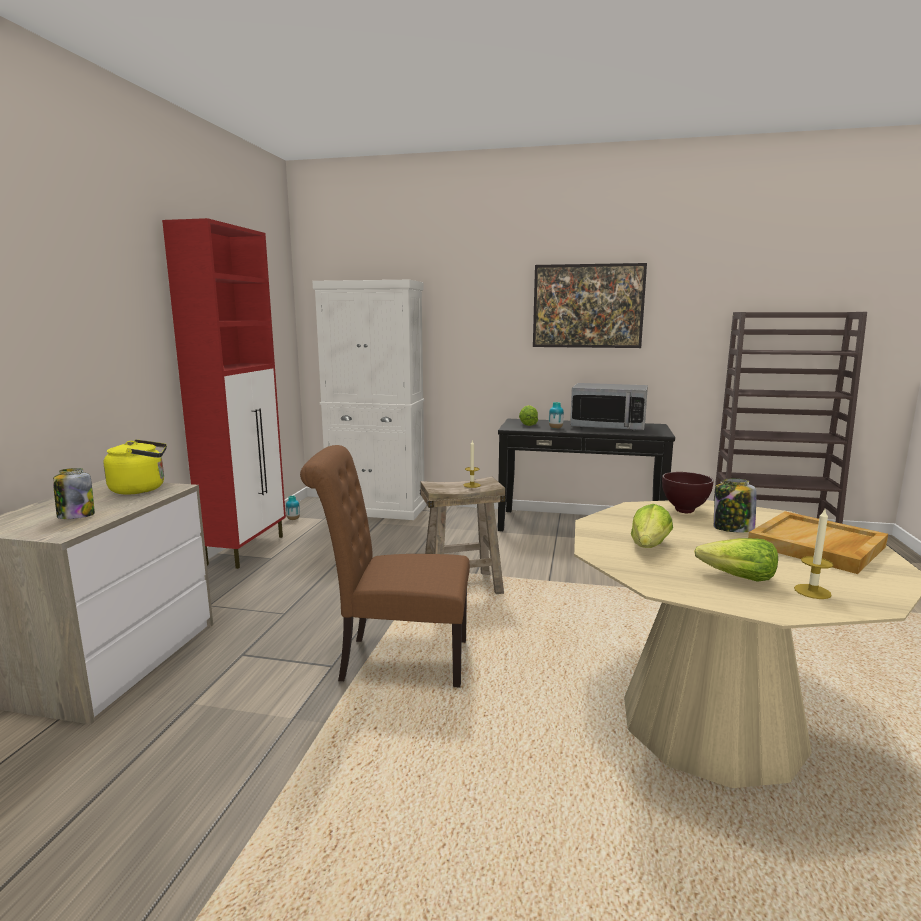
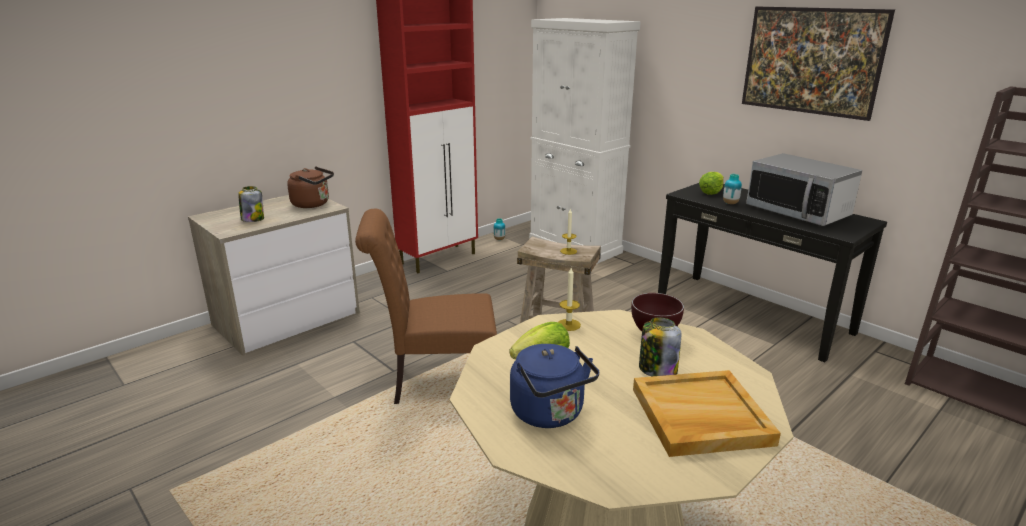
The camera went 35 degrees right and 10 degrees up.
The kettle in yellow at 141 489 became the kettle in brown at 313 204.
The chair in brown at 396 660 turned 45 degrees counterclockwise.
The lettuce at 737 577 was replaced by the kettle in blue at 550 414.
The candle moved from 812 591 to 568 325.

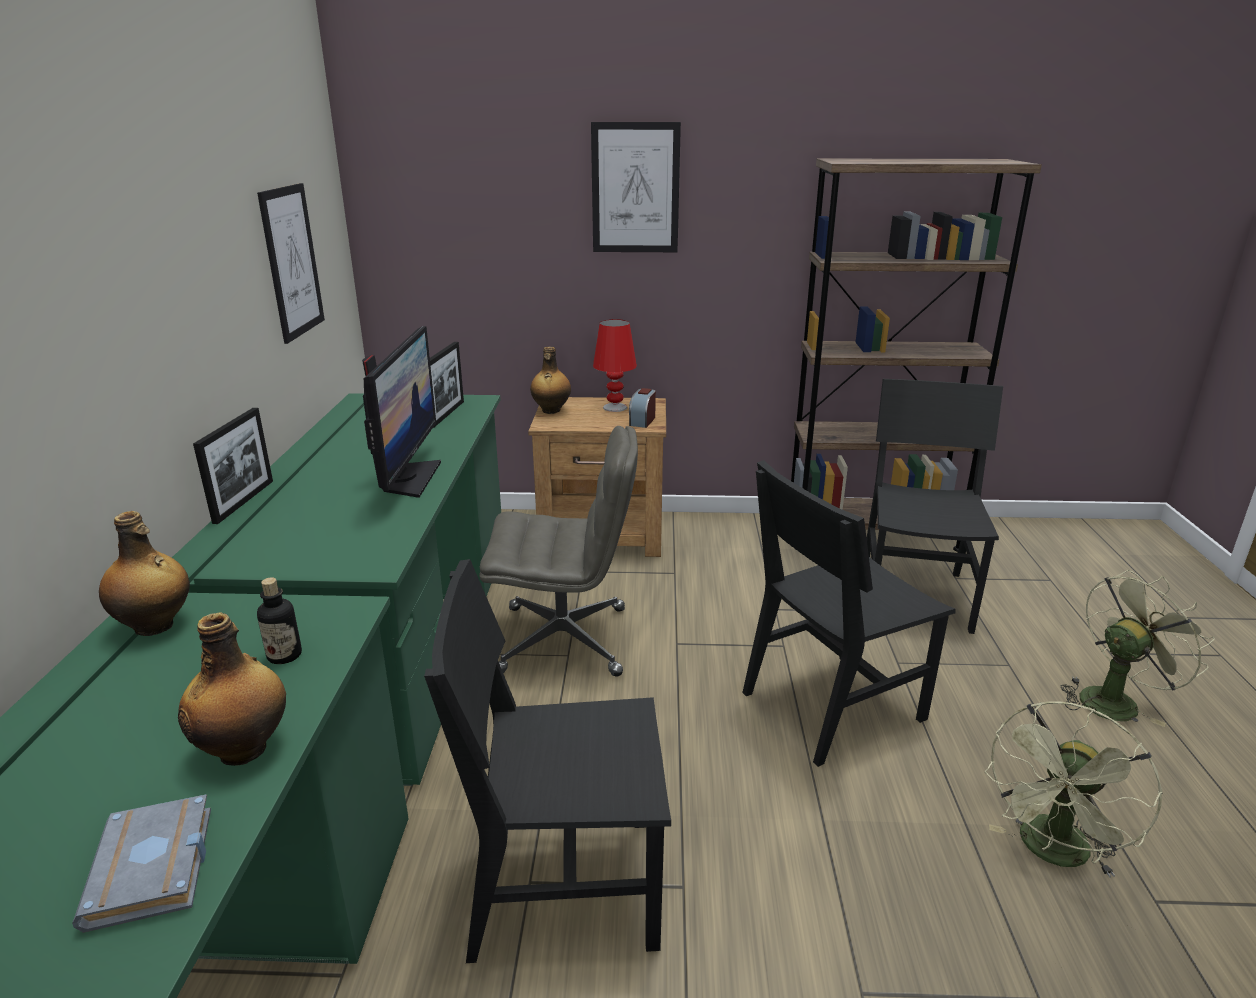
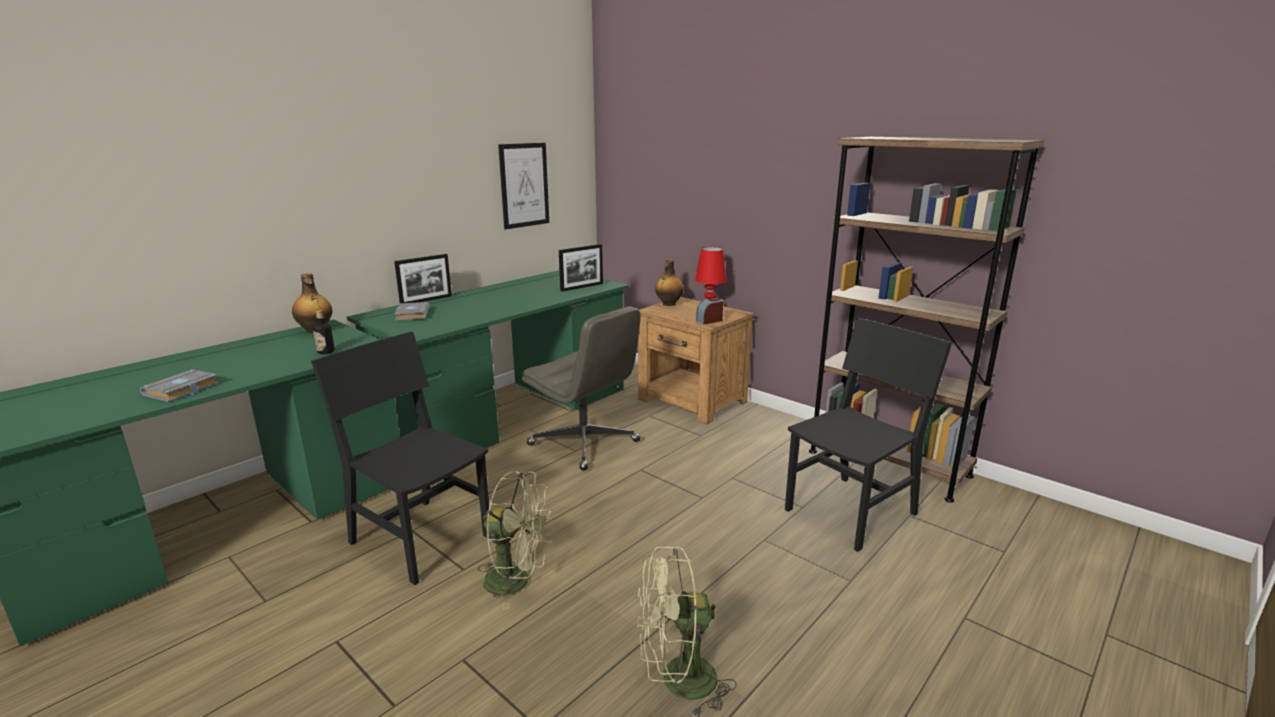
The camera went 40 degrees right and 5 degrees down.
The book in grey at 411 314 appeared.
The fan in green moved from 1114 699 to 517 581.
The bottle at 245 749 disappeared.
The monitor at 408 478 disappeared.
The picture at 635 188 disappeared.
The chair in black at 832 705 disappeared.

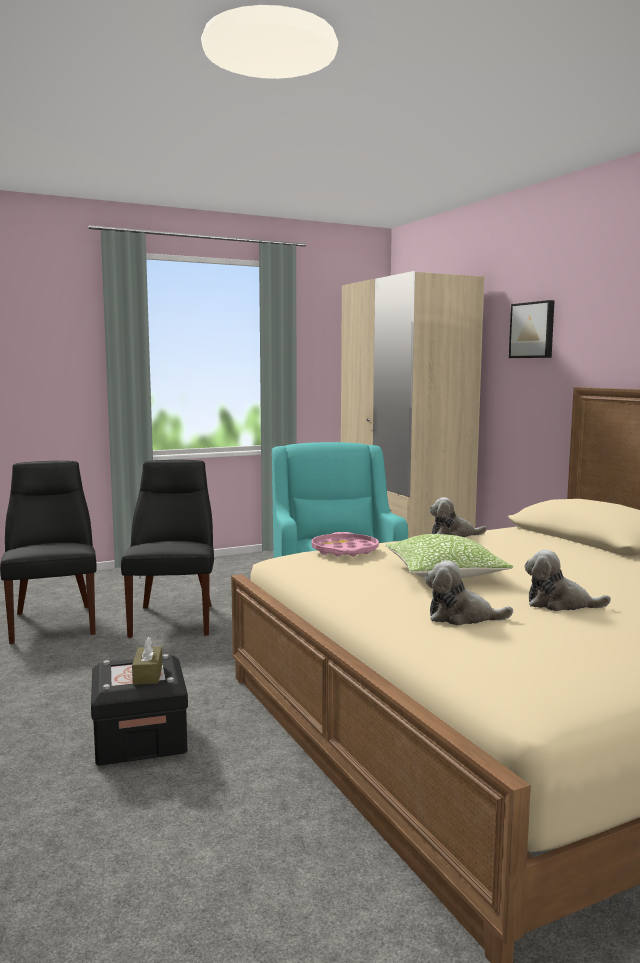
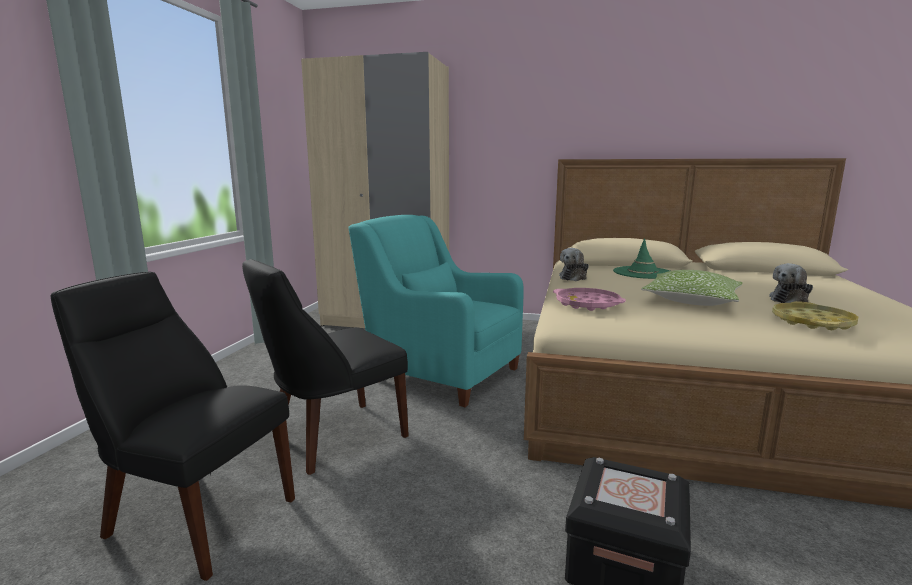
The camera went 50 degrees left and 5 degrees up.
The chair in black at 174 618 turned 75 degrees counterclockwise.
The hat in green at 643 273 appeared.
The plush toy at 461 617 was replaced by the tray in yellow at 812 322.
The tissue box in brown at 148 674 disappeared.
The picture at 533 330 disappeared.

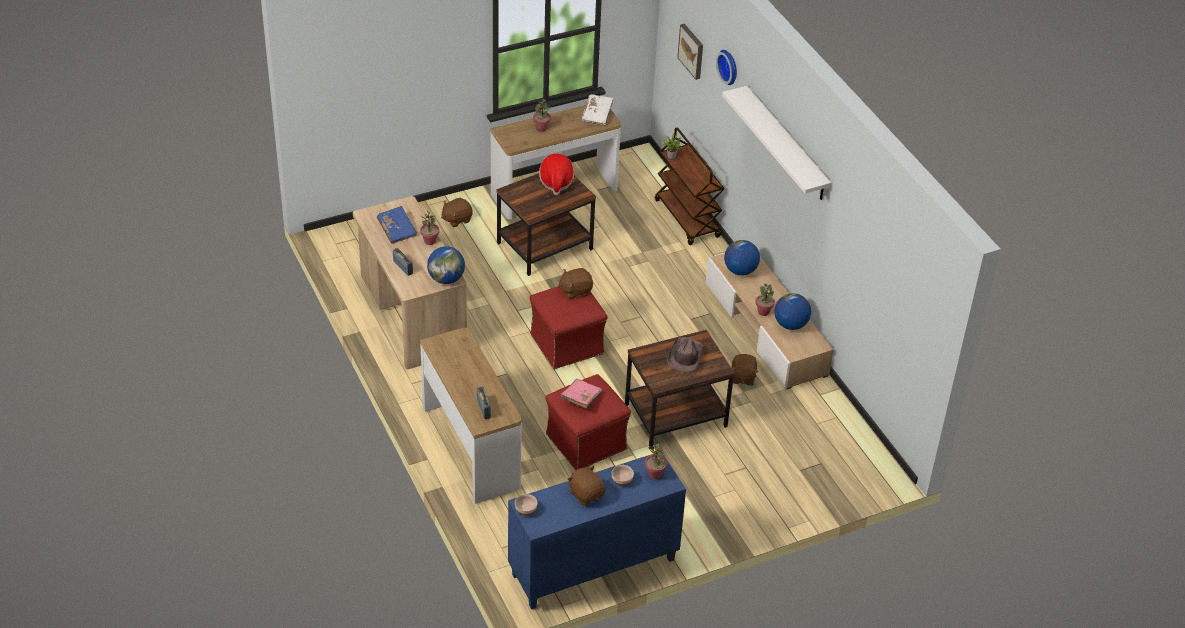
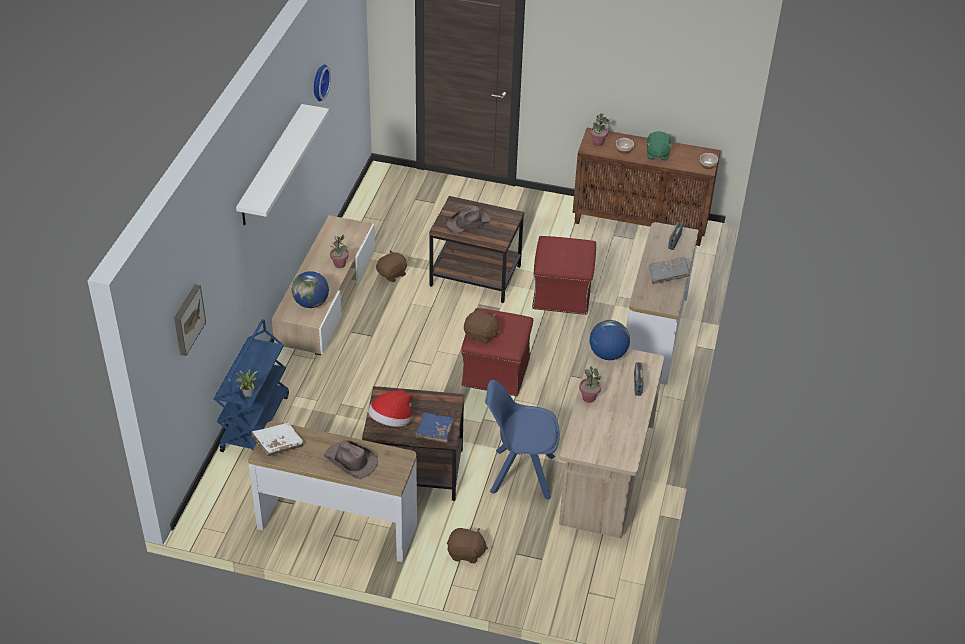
The camera went 140 degrees left and 0 degrees up.
The cart in brown at 687 219 became the cart in blue at 255 422.
The wall clock moved from 729 66 to 318 82.
The potted plant at 541 128 was replaced by the hat in brown at 351 461.
The book in blue moved from 397 230 to 434 433.
The chair in blue at 520 473 appeared.
The cabinet in blue at 593 568 became the cabinet in brown at 641 222.
The plush toy in brown at 586 494 became the plush toy in green at 657 154.
The book in grey at 668 276 appeared.
The book in pink at 581 398 disappeared.
The globe at 790 324 disappeared.

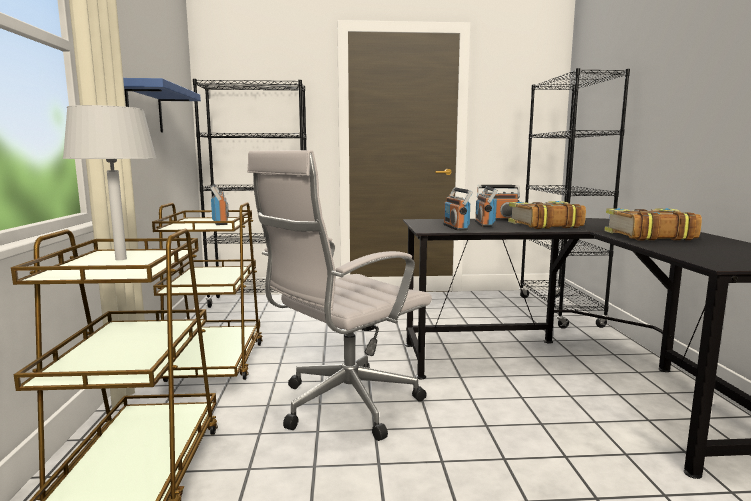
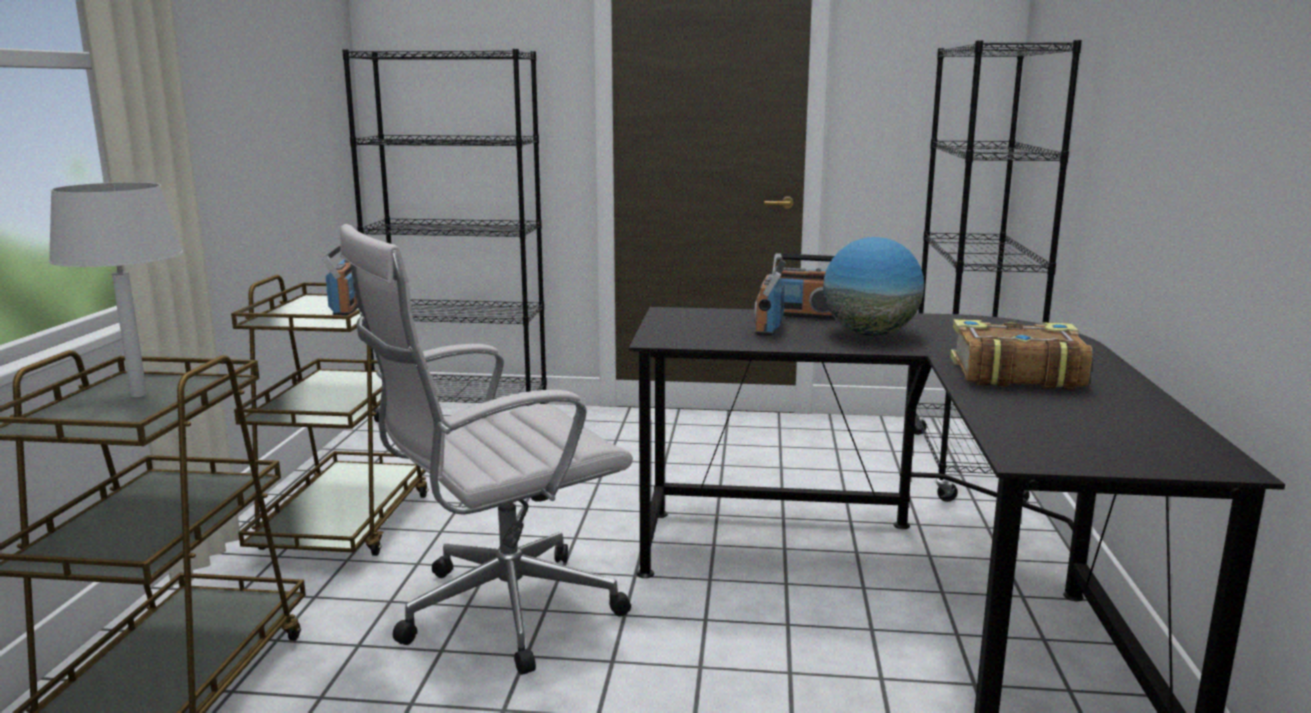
The camera went 10 degrees right and 5 degrees up.
The book at 544 225 was replaced by the globe at 869 334.
The shelf in blue at 144 108 disappeared.
The radio at 455 227 disappeared.

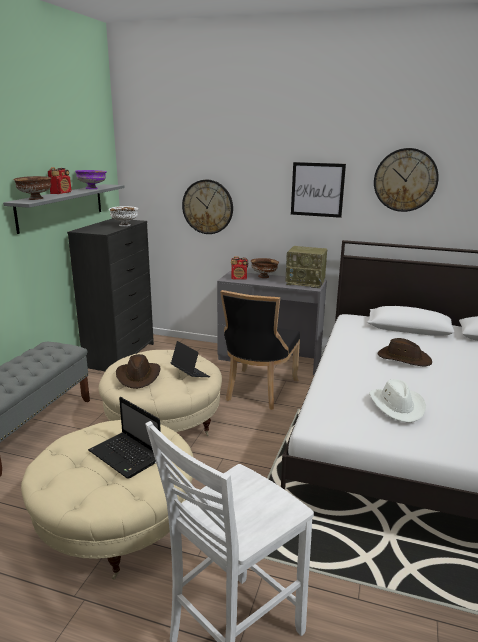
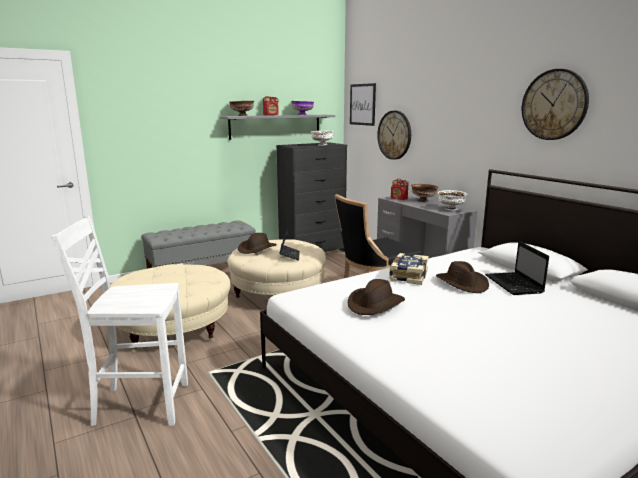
The camera went 40 degrees right and 5 degrees down.
The hat in white at 397 406 became the hat in brown at 375 304.
The picture moved from 317 189 to 362 104.
The book at 407 276 appeared.
The radio at 306 282 was replaced by the bowl in white at 451 209.
The laptop moved from 127 456 to 514 285.

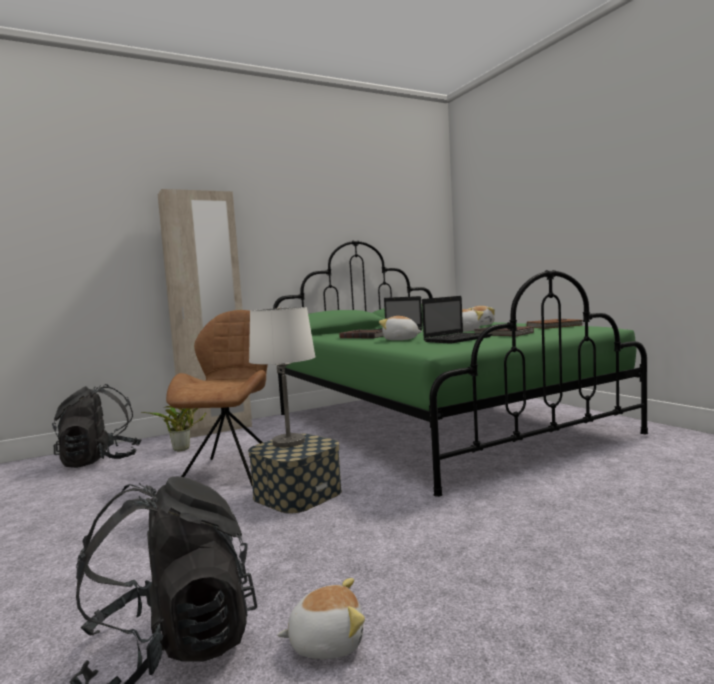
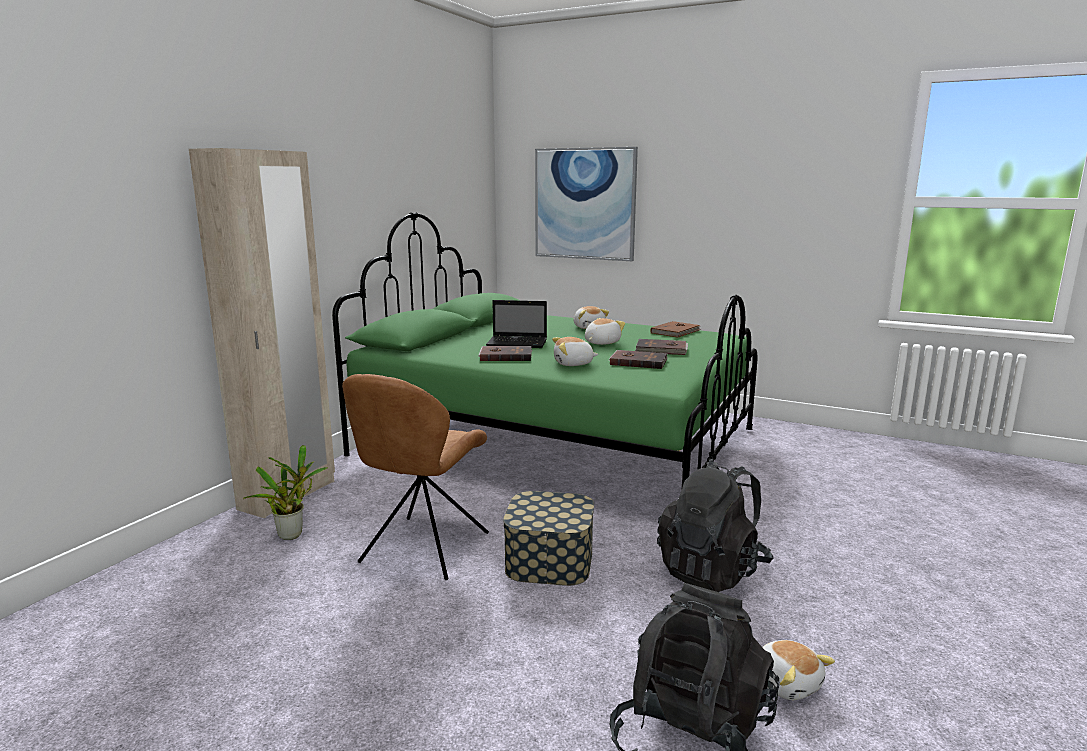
The camera went 35 degrees left and 10 degrees up.
The chair in brown at 232 470 turned 135 degrees counterclockwise.
The picture at 584 204 appeared.
The laptop at 458 339 was replaced by the book in brown at 638 362.
The backpack in black moved from 100 461 to 712 571.
The plush toy at 326 642 turned 105 degrees clockwise.
The table lamp in white at 289 442 disappeared.

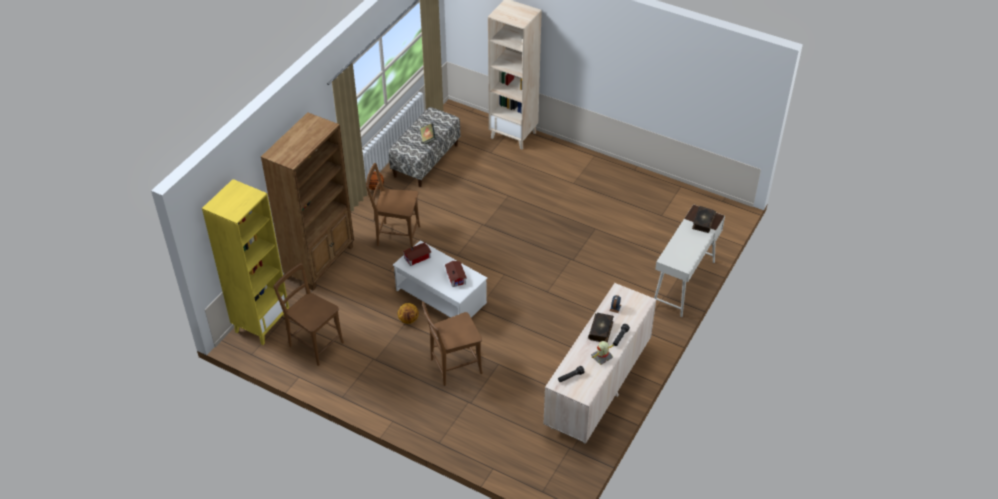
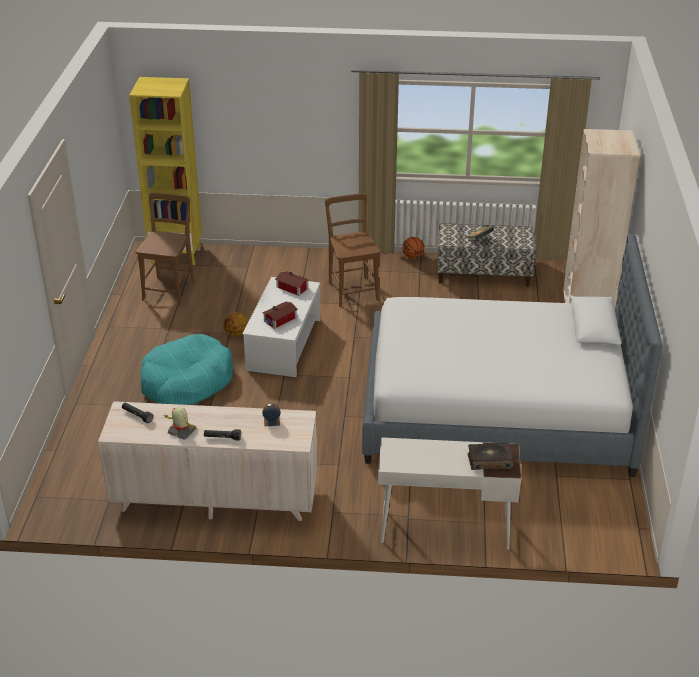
The camera went 65 degrees right and 10 degrees down.
The chair in brown at 453 367 was replaced by the dog bed in turquoise at 186 382.
The bed at 496 410 appeared.
The bookcase in brown at 320 262 disappeared.
The book at 601 330 disappeared.

